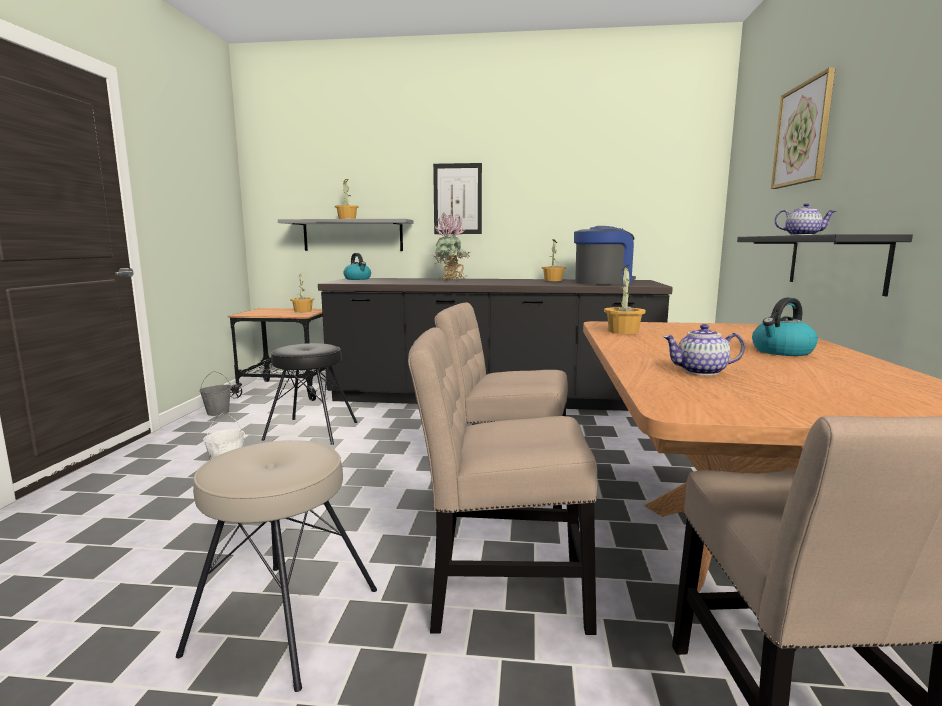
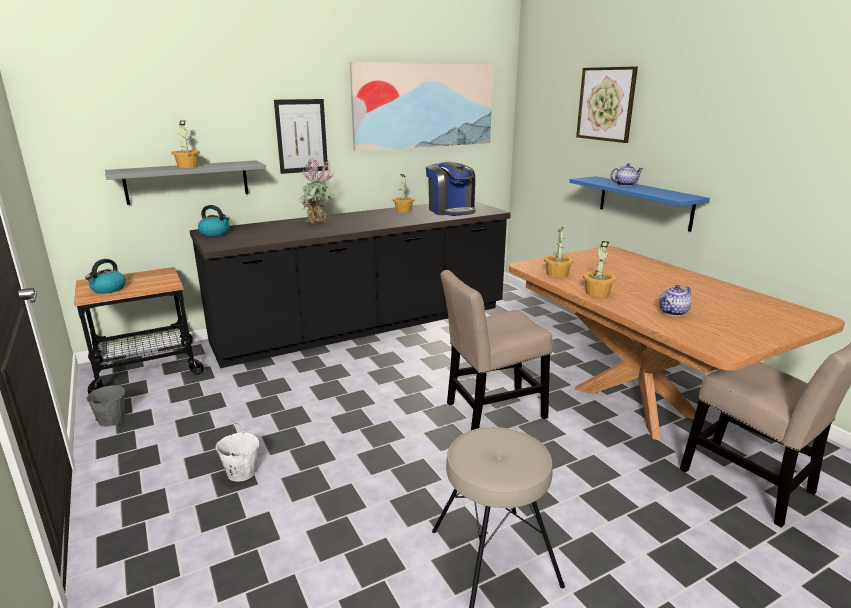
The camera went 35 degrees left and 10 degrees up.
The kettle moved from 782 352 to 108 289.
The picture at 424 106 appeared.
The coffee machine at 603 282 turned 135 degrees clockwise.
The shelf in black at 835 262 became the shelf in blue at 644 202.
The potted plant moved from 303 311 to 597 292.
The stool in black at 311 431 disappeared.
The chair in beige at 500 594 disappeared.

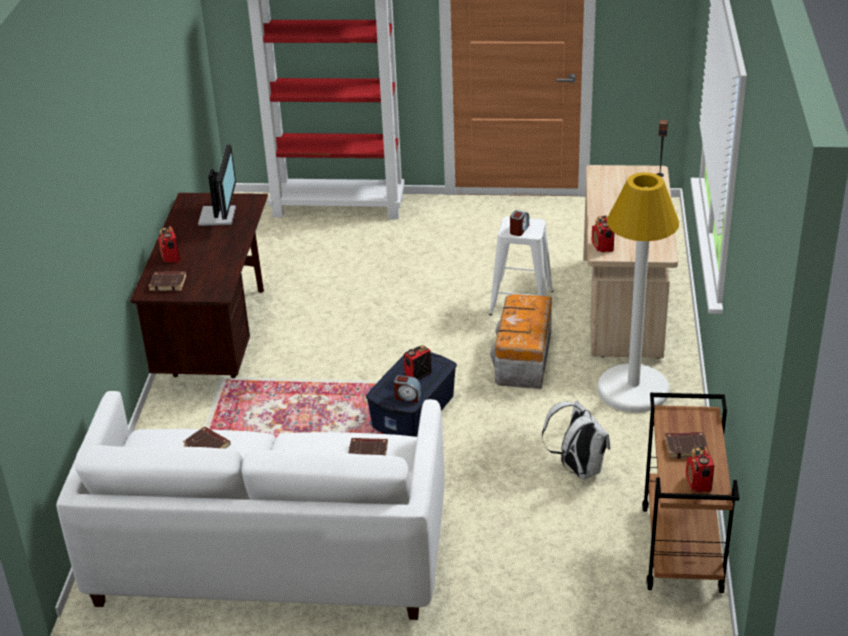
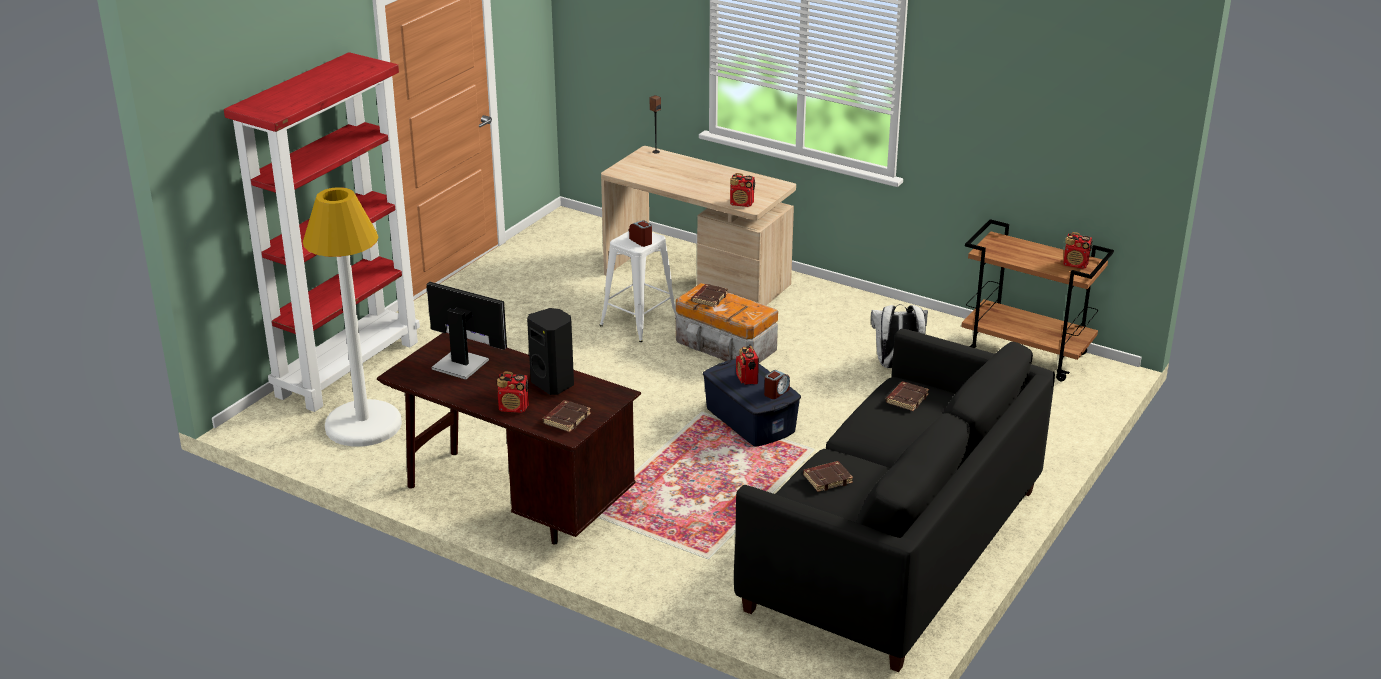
The camera went 65 degrees left and 5 degrees down.
The floor lamp in white moved from 633 390 to 363 425.
The speaker in black at 554 384 appeared.
The book in brown moved from 686 447 to 709 298.
The sofa in white at 269 554 became the sofa in black at 895 549.

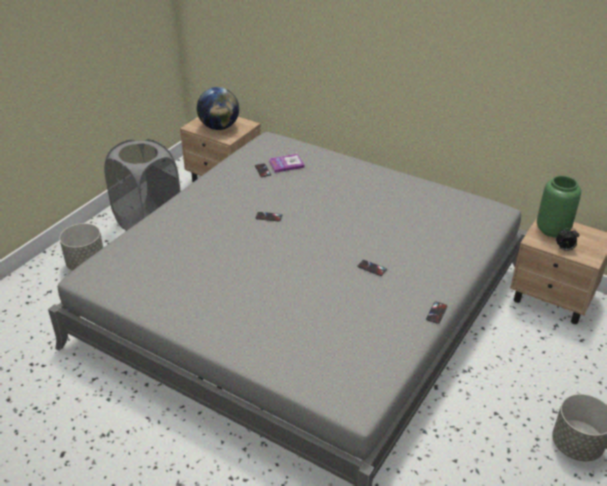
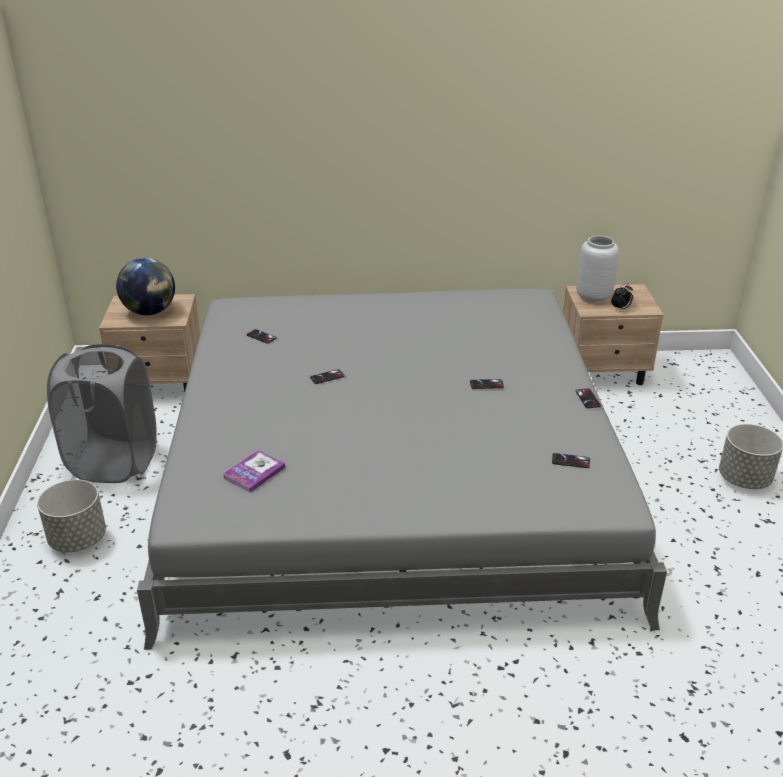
The camera went 35 degrees left and 5 degrees down.
The book moved from 286 164 to 254 472.
The phone at 570 461 appeared.
The vase in green at 552 230 became the vase in grey at 593 297.

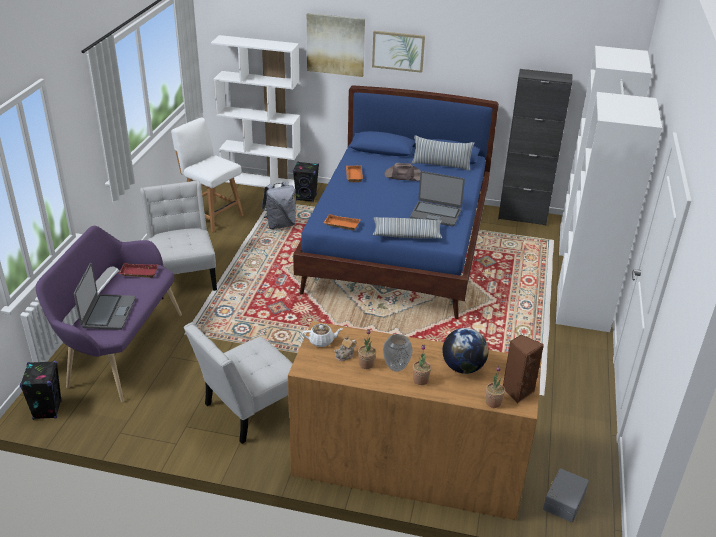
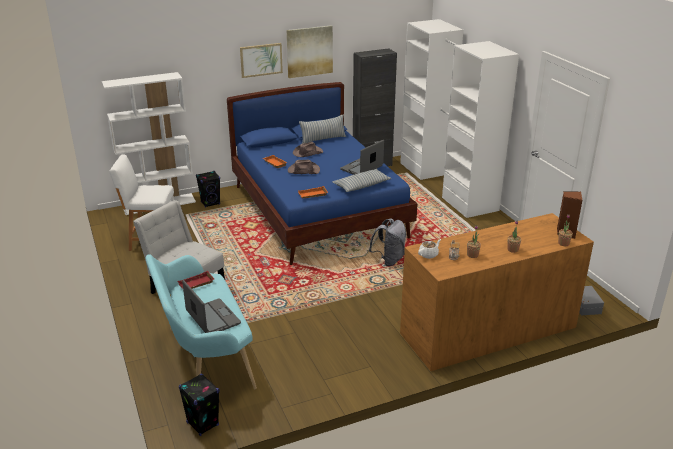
The camera went 35 degrees left and 5 degrees down.
The bench in purple at 120 350 became the bench in turquoise at 204 357.
The picture moved from 335 44 to 309 51.
The hat in brown at 303 170 appeared.
The laptop at 436 214 turned 150 degrees clockwise.
The backpack in grey moved from 280 224 to 389 260.
The chair in white at 247 410 disappeared.
The vase at 396 368 disappeared.
The globe at 463 367 disappeared.

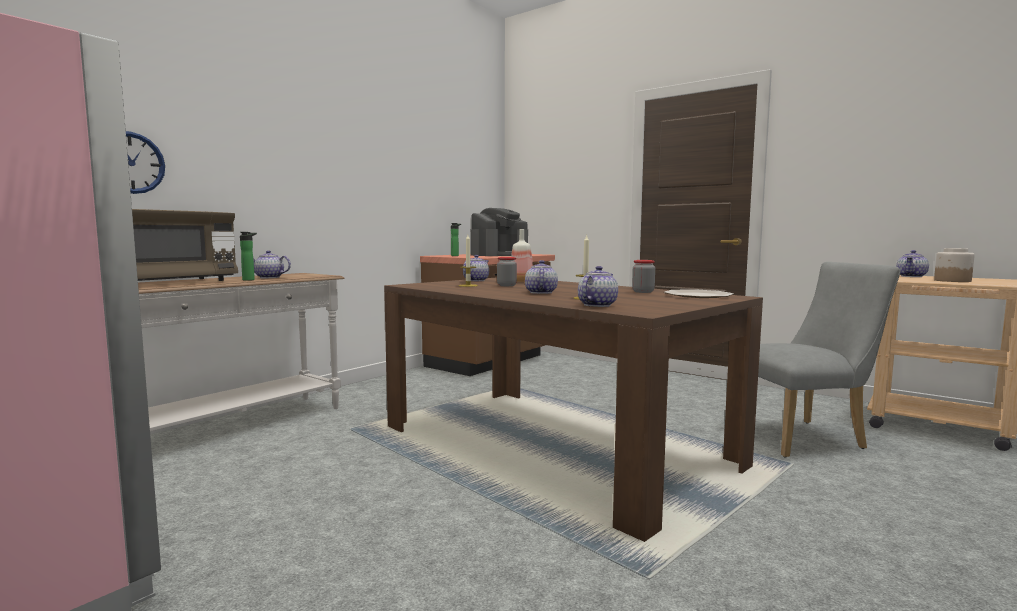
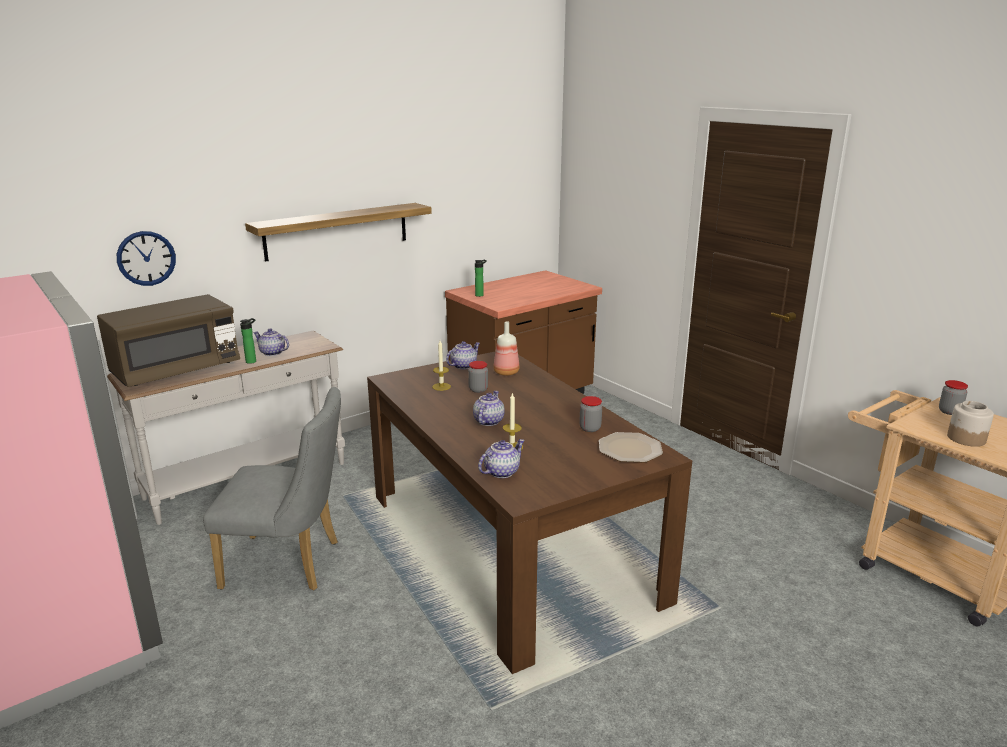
The camera went 15 degrees right and 15 degrees up.
The chair in grey moved from 804 437 to 290 564.
The shelf at 337 231 appeared.
The teapot at 912 276 was replaced by the jar at 949 411.
The coffee machine at 499 255 disappeared.

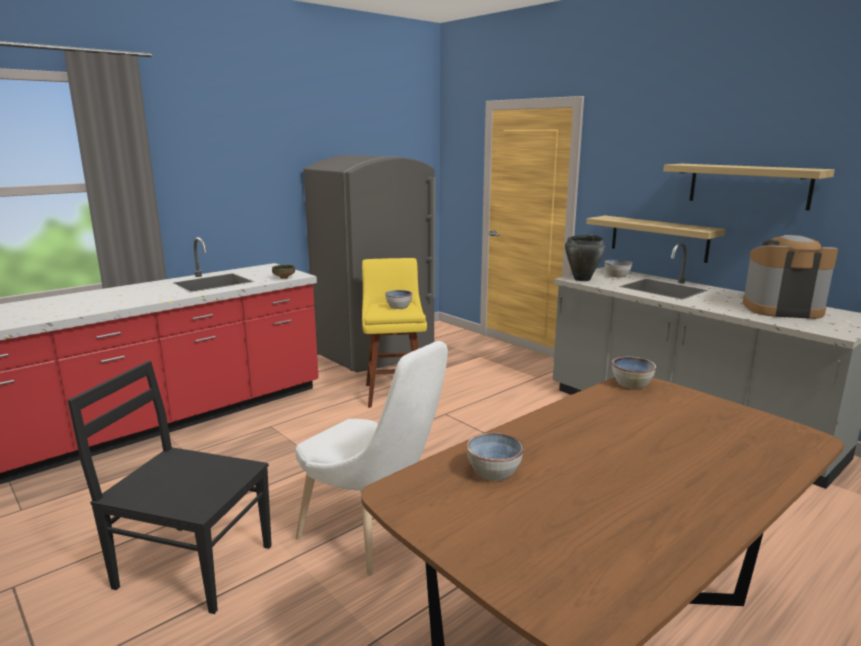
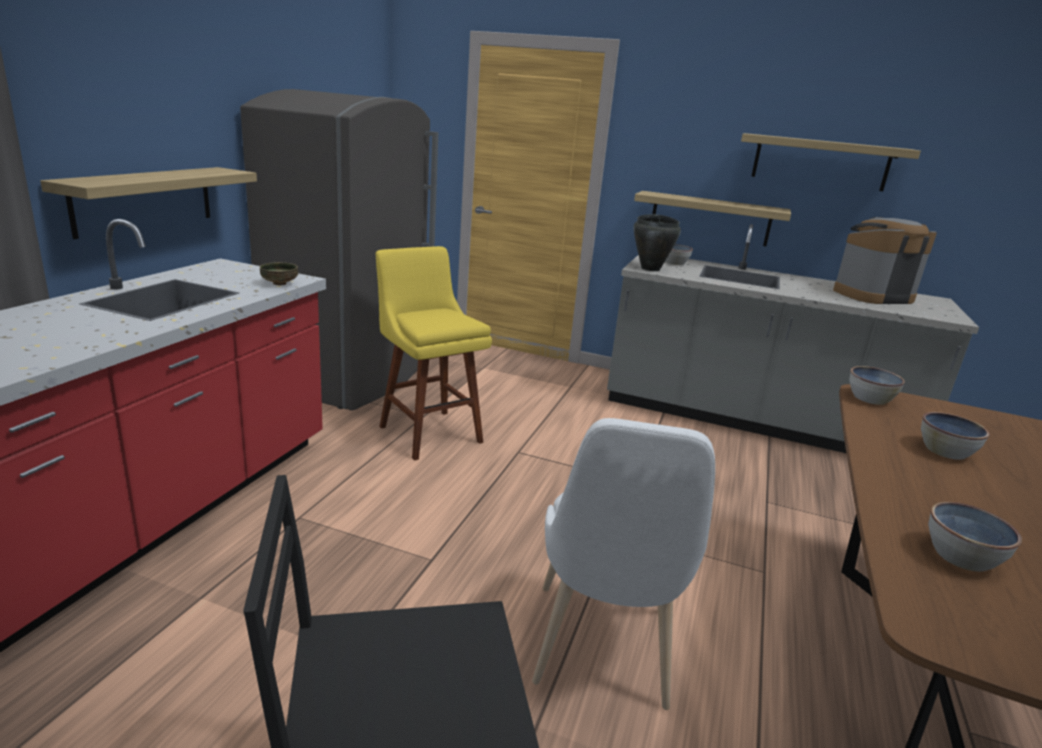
The camera went 30 degrees left and 5 degrees up.
The shelf at 144 200 appeared.
The chair in white at 372 536 turned 90 degrees clockwise.
The bowl moved from 399 307 to 946 451.

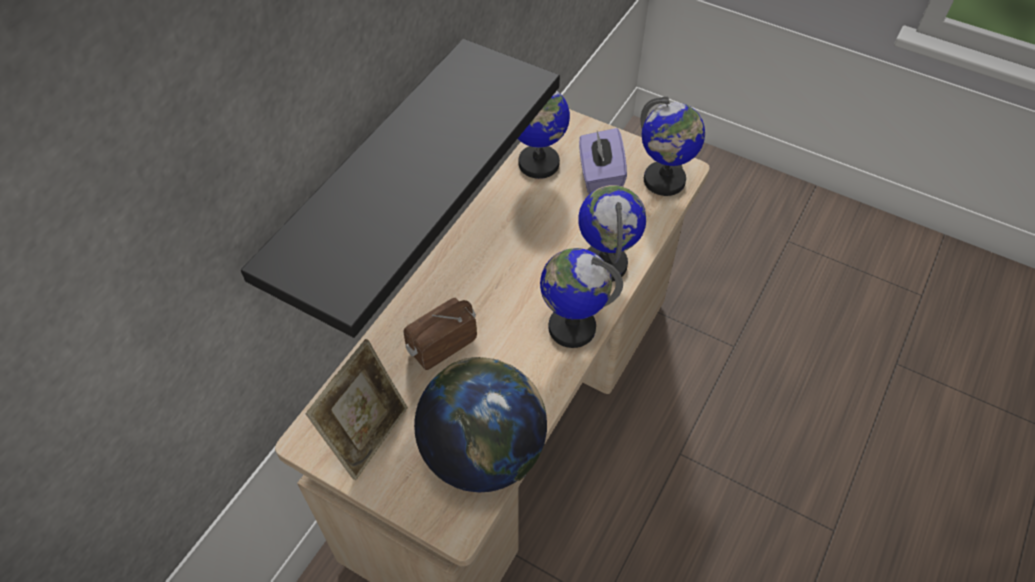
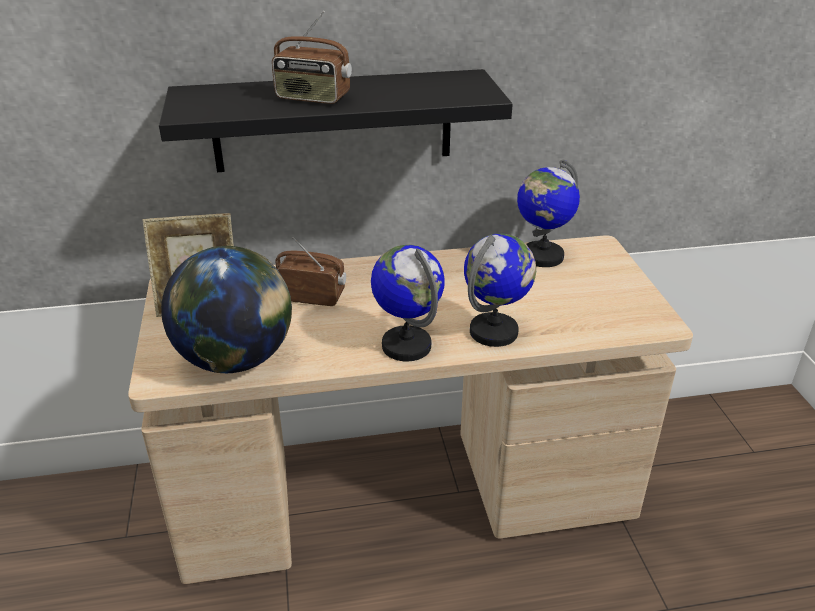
The camera went 50 degrees right and 20 degrees down.
The radio at 312 98 appeared.
The tissue box in purple at 600 176 disappeared.
The globe at 664 181 disappeared.

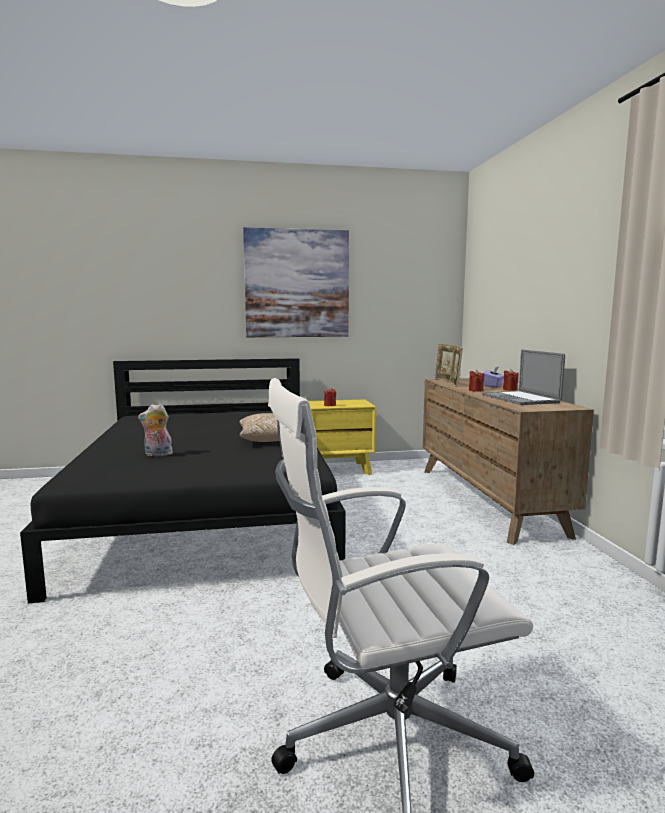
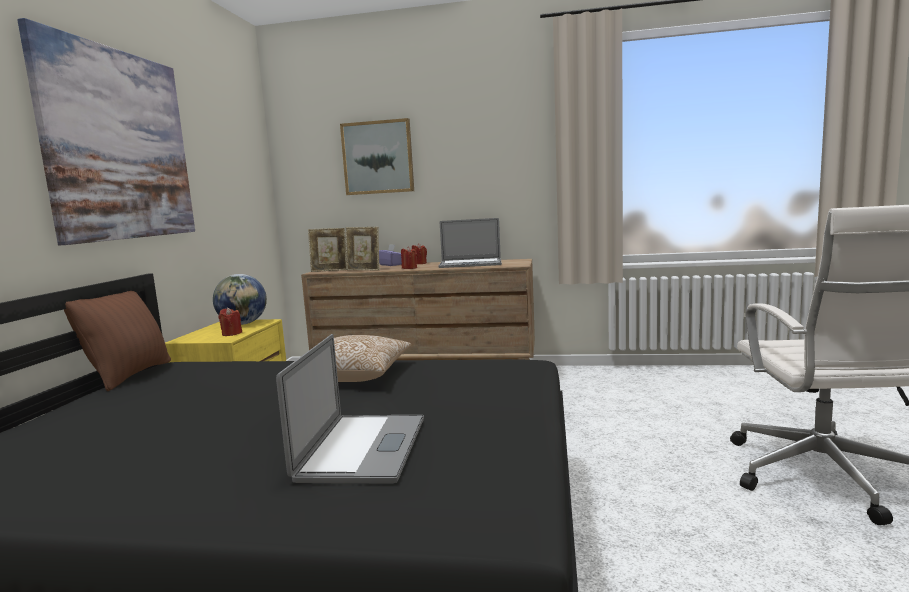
The camera went 70 degrees left and 0 degrees up.
The pillow in brown at 129 375 appeared.
The globe at 243 324 appeared.
The plush toy at 157 454 was replaced by the laptop at 363 447.
The picture at 378 157 appeared.

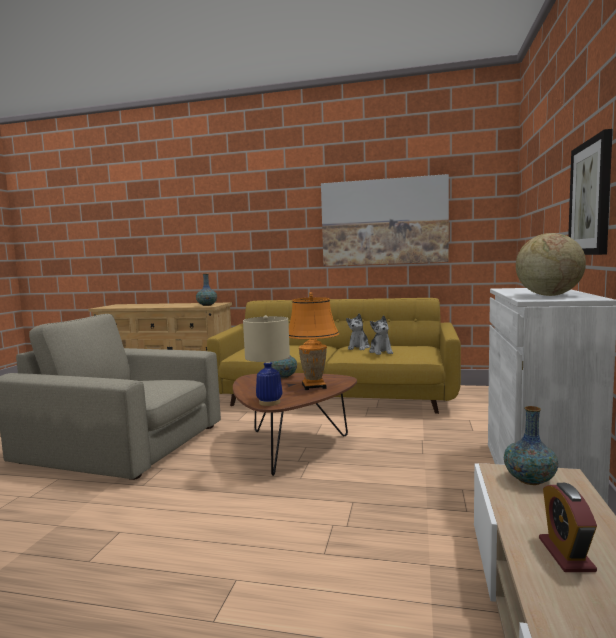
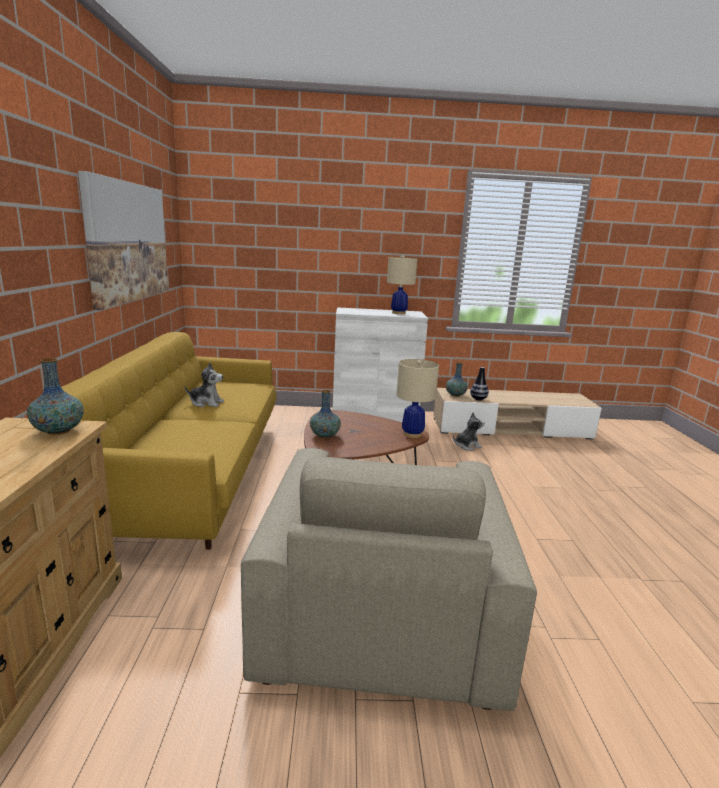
The camera went 105 degrees left and 10 degrees up.
The globe at 548 295 was replaced by the table lamp in beige at 398 313.
The plush toy moved from 381 352 to 466 446.
The vase at 478 399 appeared.
The table lamp in orange at 313 386 disappeared.
The alarm clock at 566 554 disappeared.
The picture at 591 198 disappeared.

